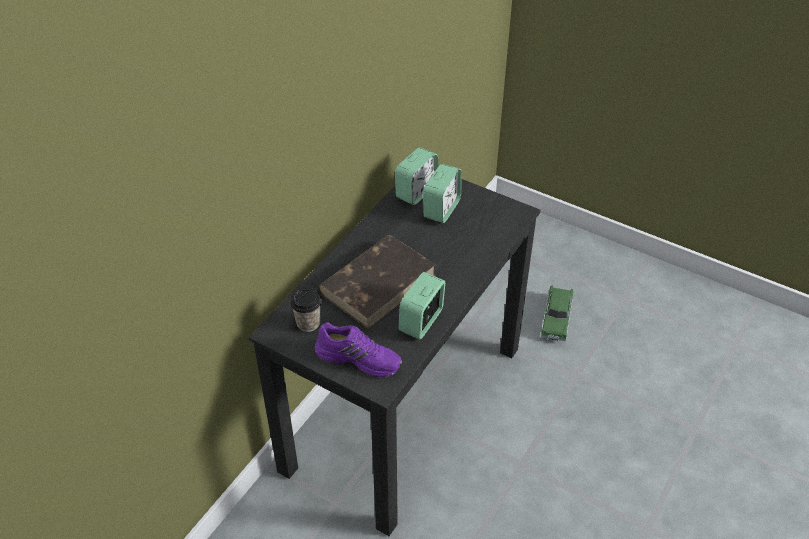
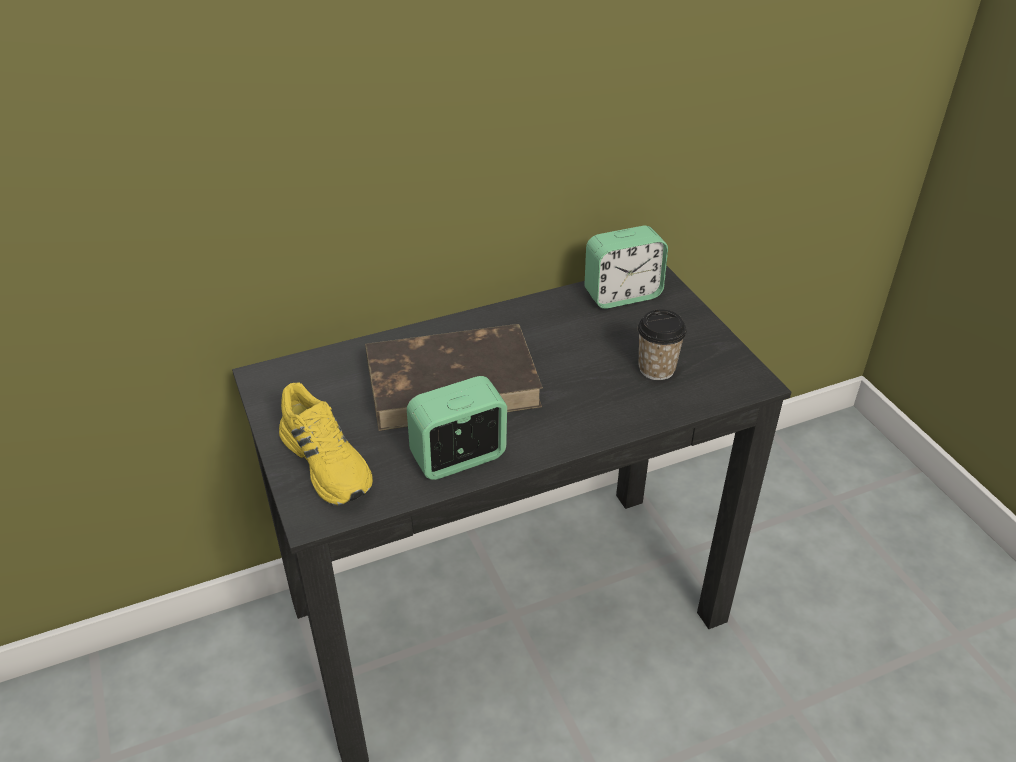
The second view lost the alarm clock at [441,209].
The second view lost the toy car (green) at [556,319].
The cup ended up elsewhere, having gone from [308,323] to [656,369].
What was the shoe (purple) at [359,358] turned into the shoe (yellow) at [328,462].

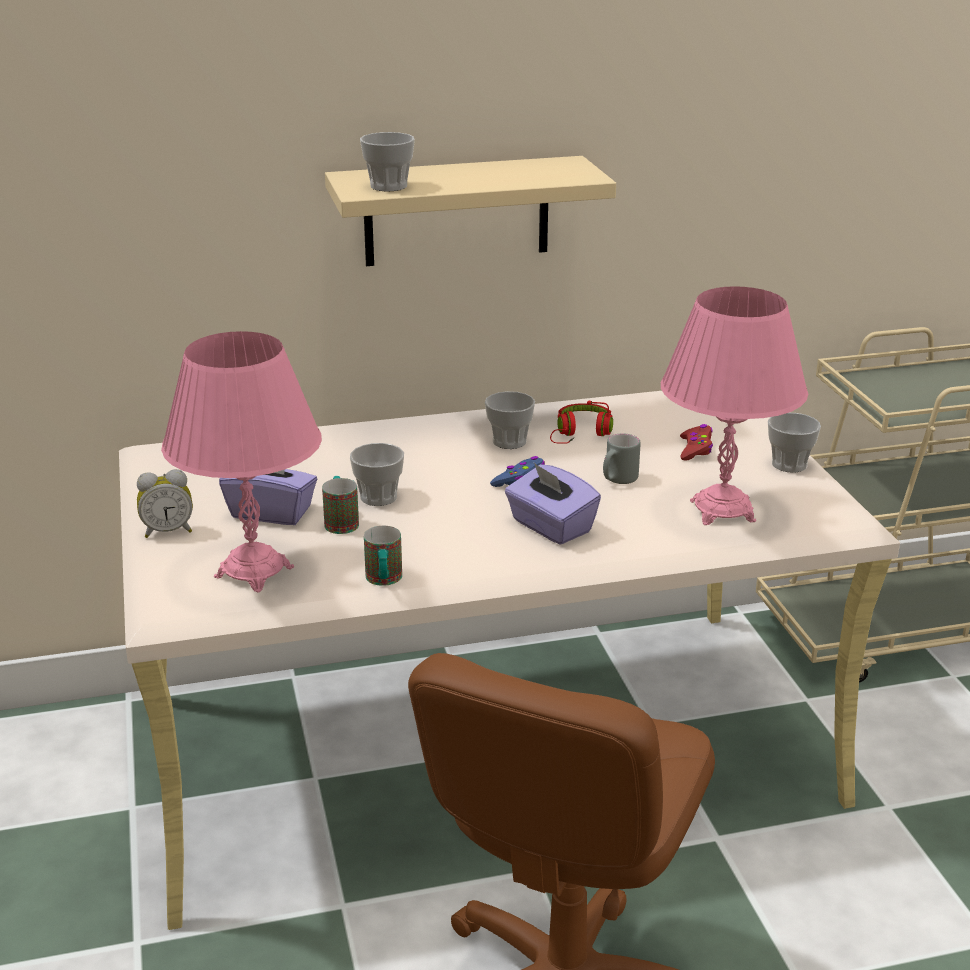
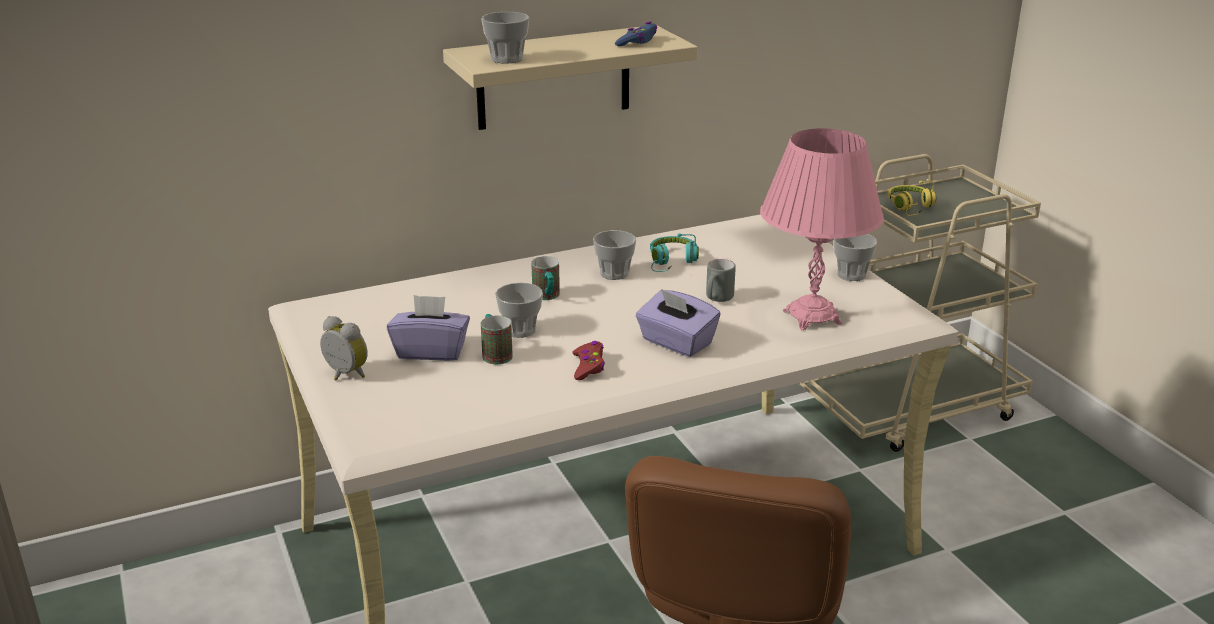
The second view lost the table lamp (pink) at [254,572].
The second view gained the headphones (yellow) at [911,207].
The mug ended up elsewhere, having gone from [384,581] to [547,297].
The game controller (blue) ended up elsewhere, having gone from [519,479] to [637,42].
The game controller (red) ended up elsewhere, having gone from [695,449] to [588,366].
What was the headphones (red) at [581,434] turned into the headphones (turquoise) at [672,262].
The alarm clock at [168,531] ended up facing another way, 120 degrees counterclockwise from before.

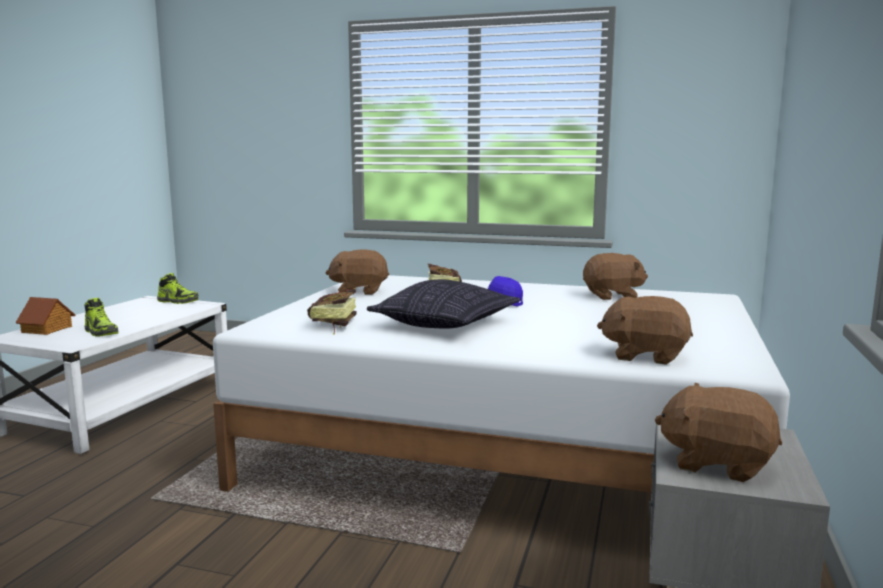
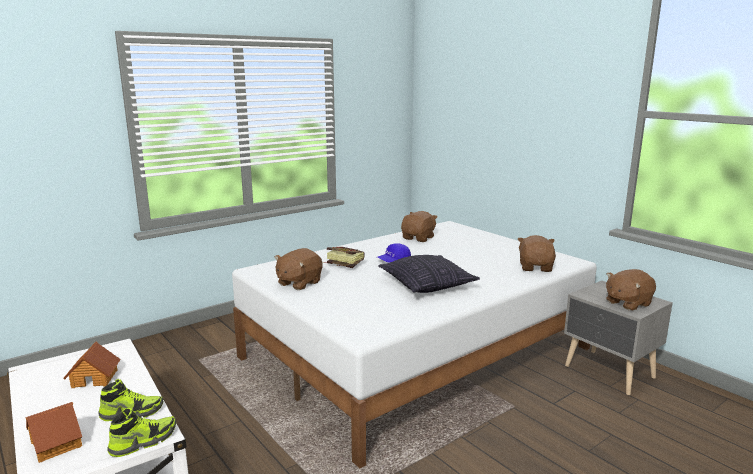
The second view lost the book at [332,326].
The second view gained the toy house at [95,378].
The shoe ended up elsewhere, having gone from [178,301] to [143,442].
The plush toy (brown) at [645,355] ended up facing another way, 135 degrees clockwise from before.

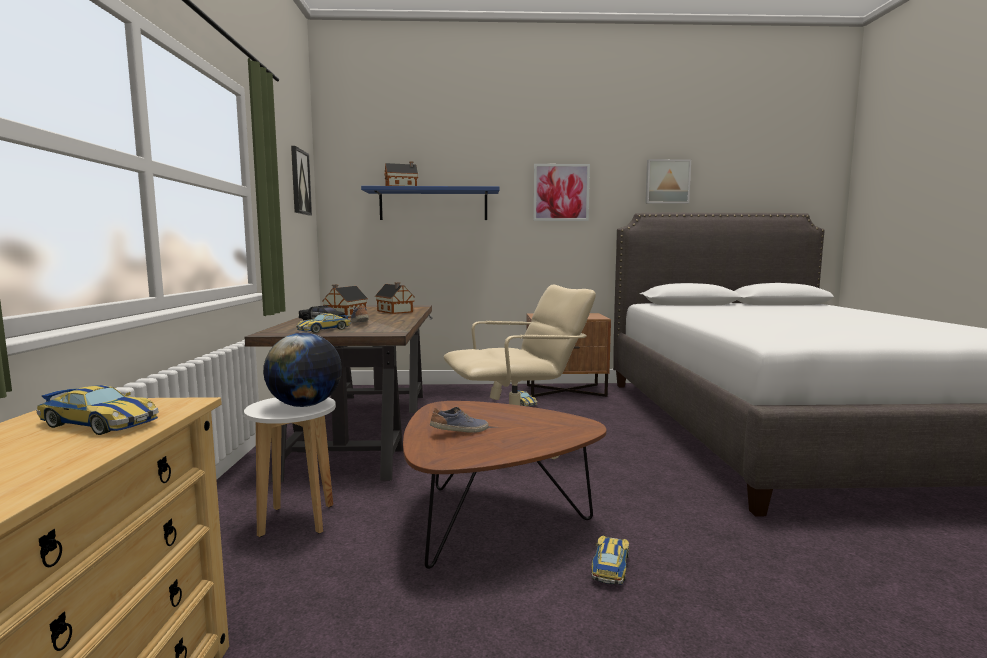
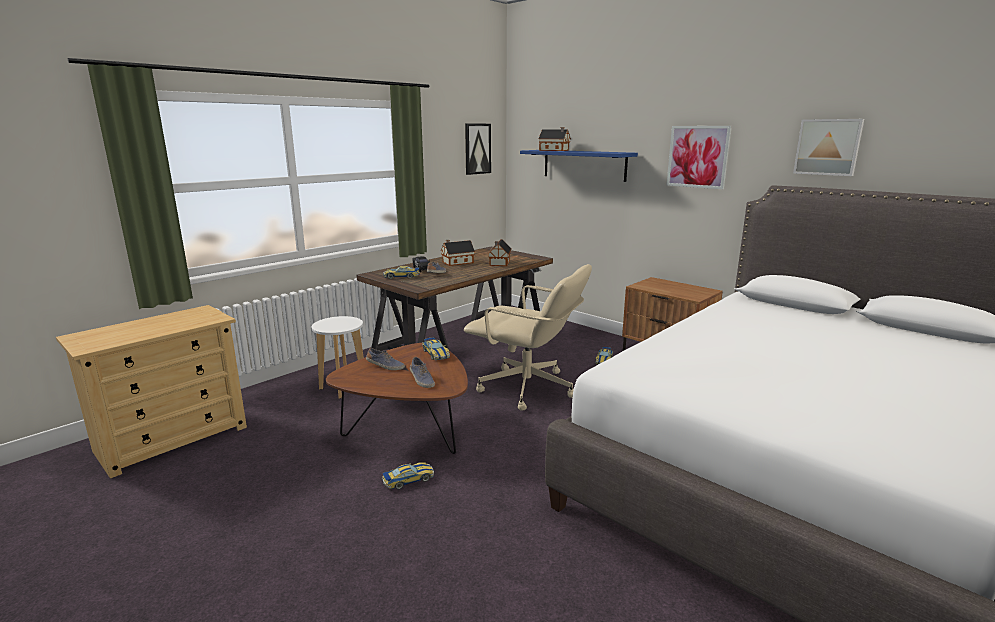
The second view lost the globe at [305,405].
The second view gained the shoe at [421,380].
The toy car ended up elsewhere, having gone from [99,423] to [435,353].

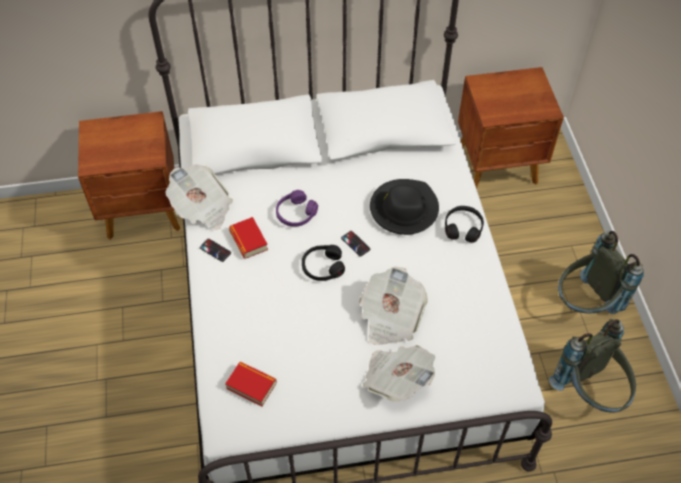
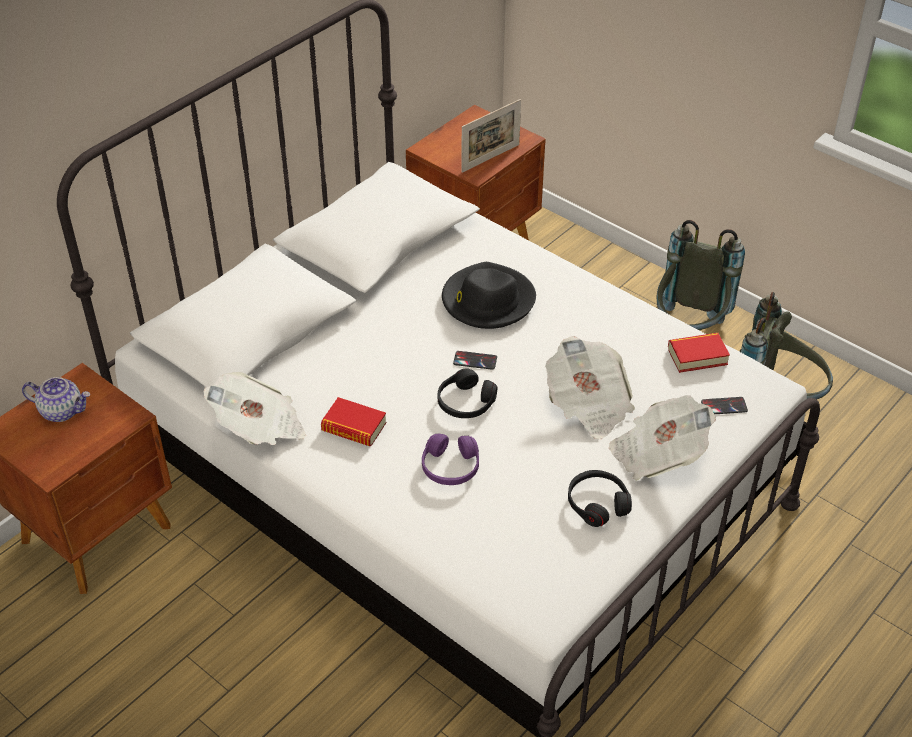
The second view gained the teapot at [62,411].
The second view gained the picture frame at [490,158].
The phone ended up elsewhere, having gone from [215,250] to [724,406].
The book ended up elsewhere, having gone from [251,386] to [697,356].
The headphones (purple) ended up elsewhere, having gone from [296,213] to [450,467].
The headphones (black) ended up elsewhere, having gone from [463,227] to [597,503].

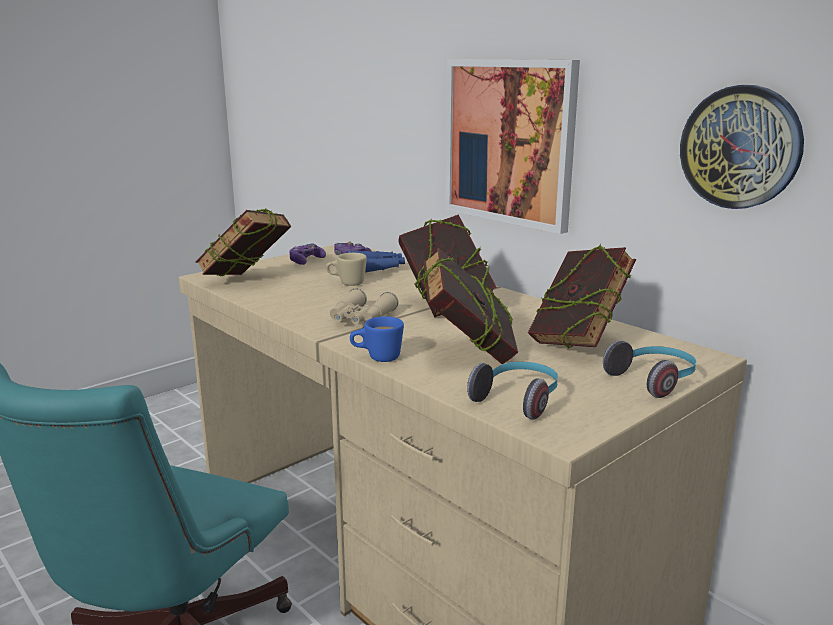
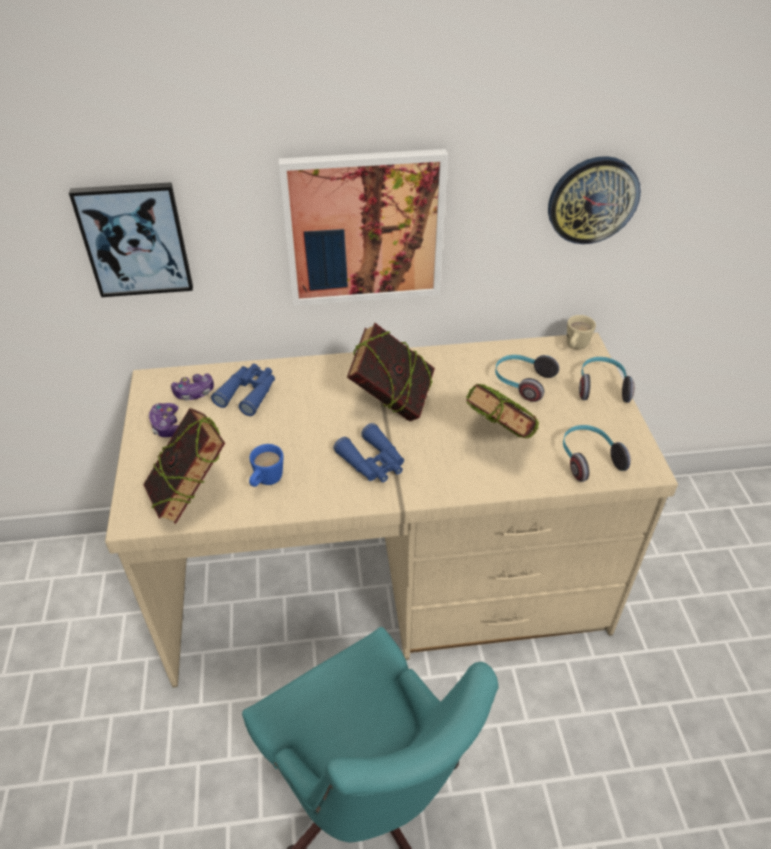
The second view gained the picture at [135,239].
The mug (beige) ended up elsewhere, having gone from [346,283] to [575,347].
The mug (blue) ended up elsewhere, having gone from [377,358] to [266,481].
Where the book stood at [577,344], the headphones came to stand at [522,382].
What was the binoculars (beige) at [360,319] turned into the binoculars (blue) at [373,463].

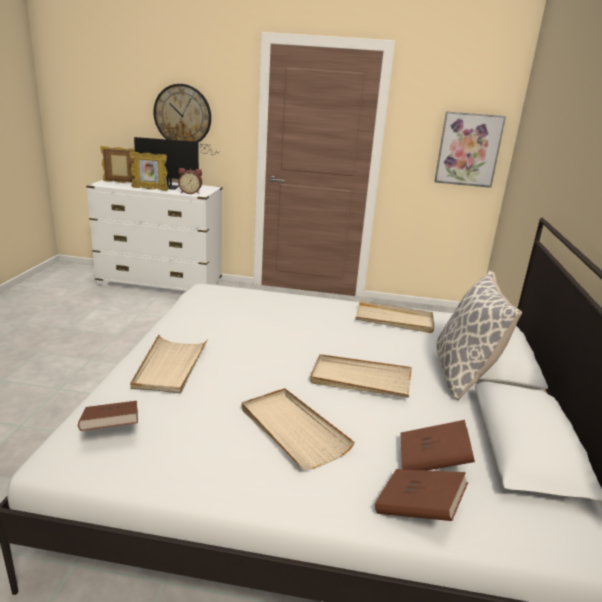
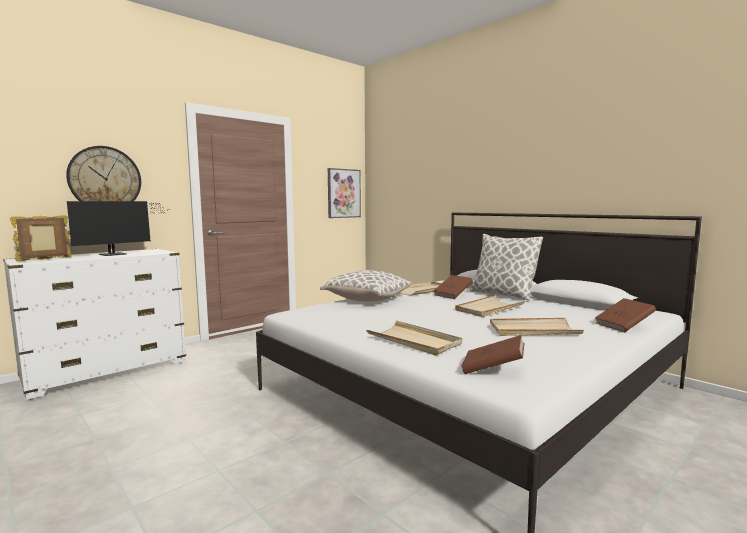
The second view lost the picture frame at [150,189].
The second view lost the alarm clock at [190,192].
The second view gained the pillow at [367,299].
The book (brown) ended up elsewhere, having gone from [432,462] to [453,295].

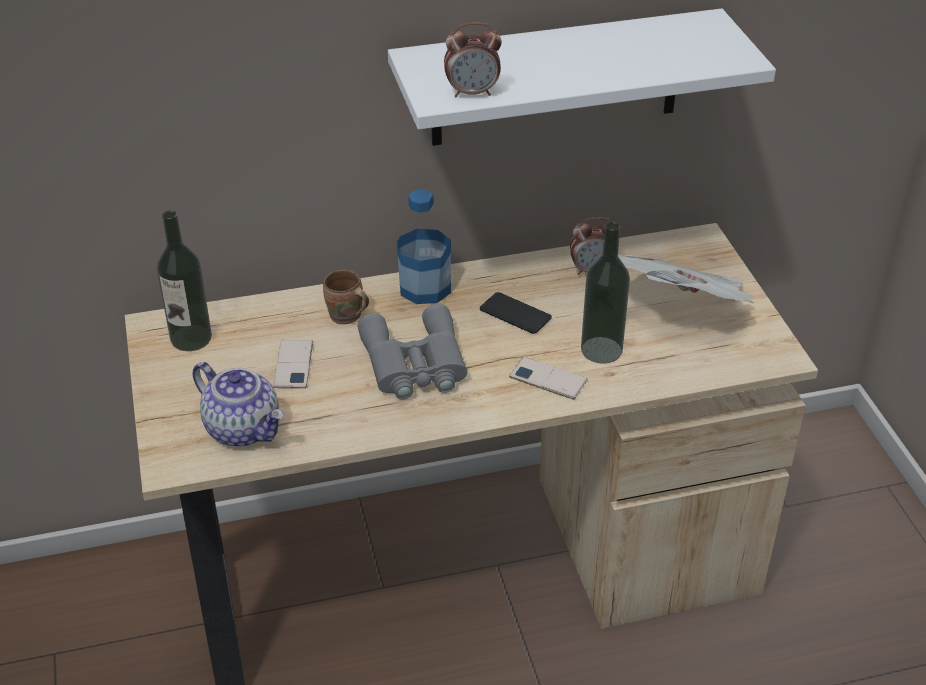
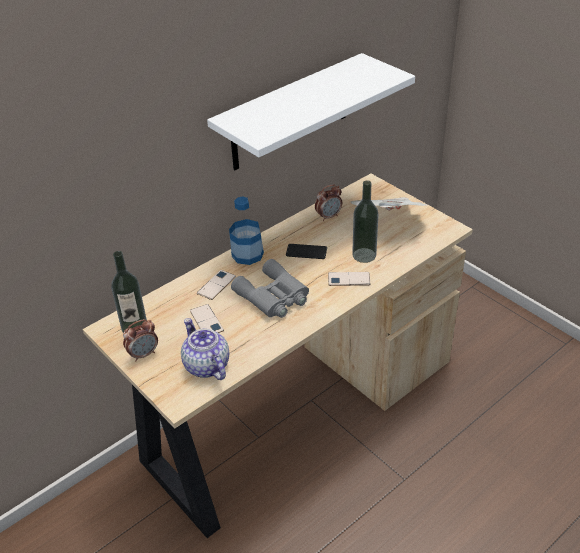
The alarm clock ended up elsewhere, having gone from [472,93] to [143,354].
Where the mug (brown) stood at [346,317], the phone came to stand at [216,285].
The teapot at [244,429] ended up facing another way, 135 degrees counterclockwise from before.

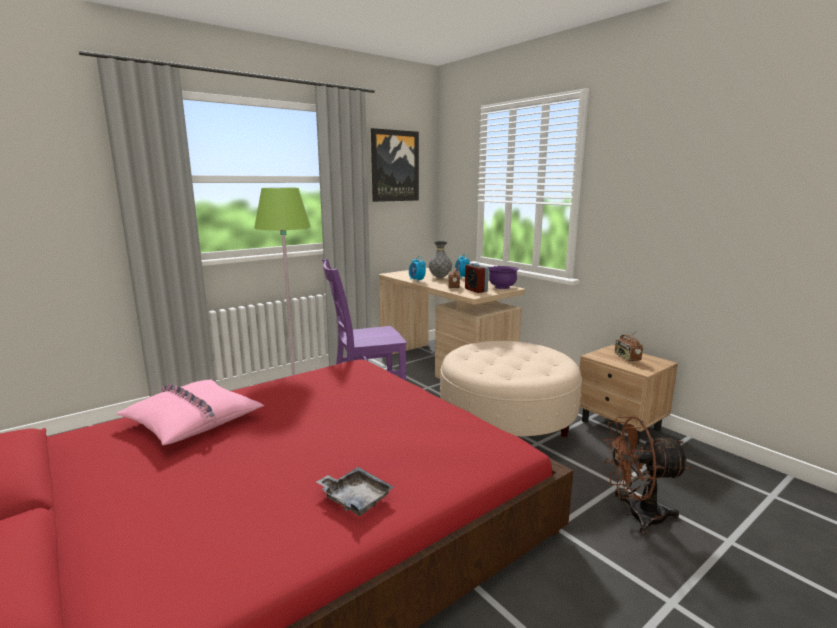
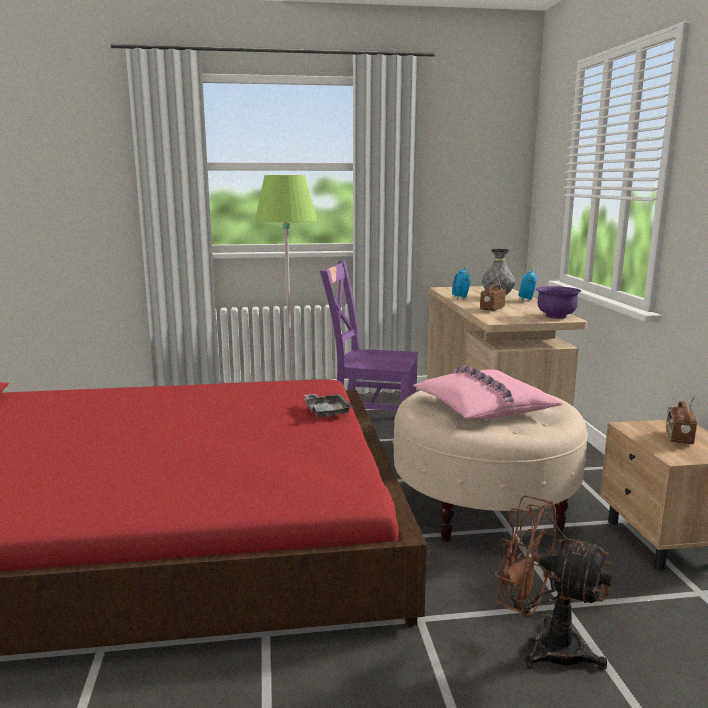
The second view lost the picture at [394,166].
The second view lost the alarm clock at [476,290].
The pillow (pink) ended up elsewhere, having gone from [192,421] to [482,407].
The tray (grey) ended up elsewhere, having gone from [355,498] to [326,411].

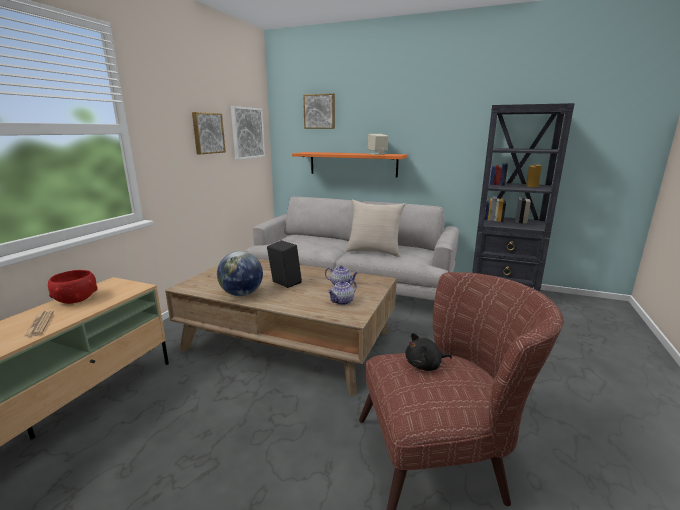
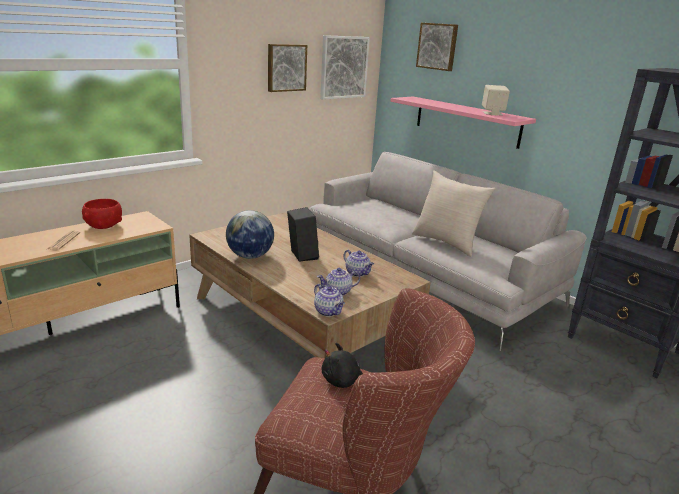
The second view gained the teapot at [329,312].
What was the shelf (orange) at [353,164] turned into the shelf (pink) at [466,121].

